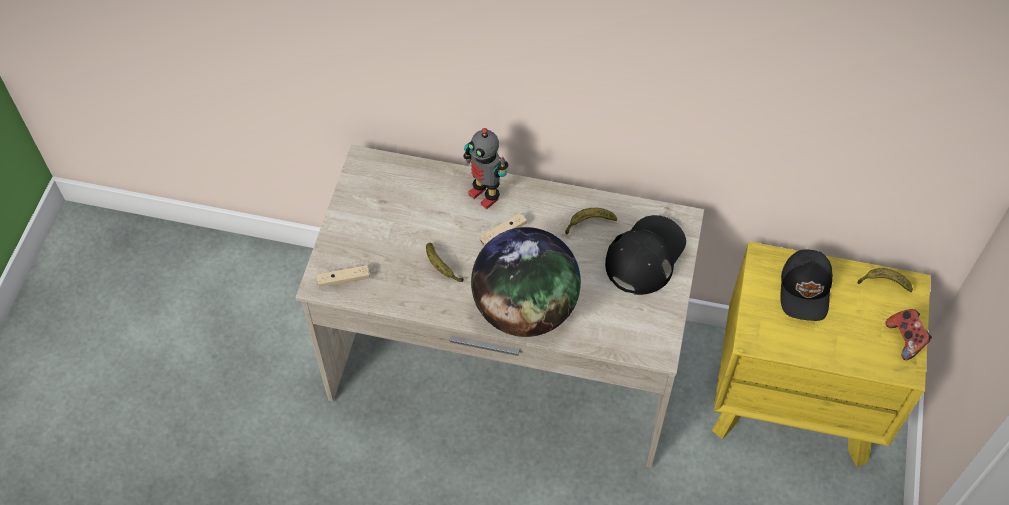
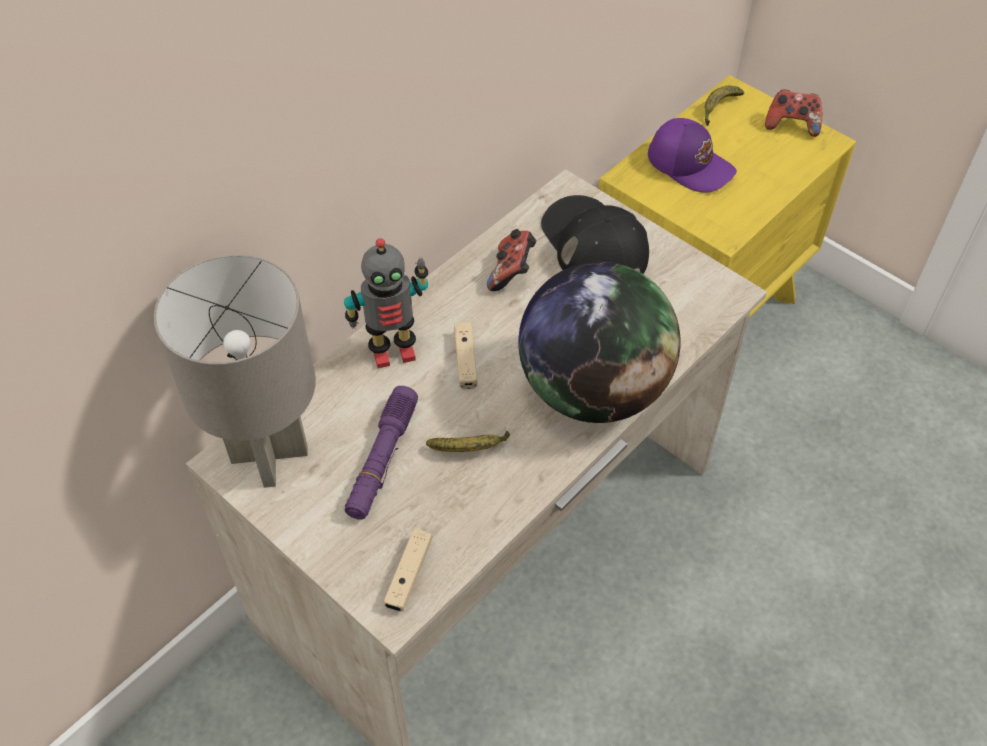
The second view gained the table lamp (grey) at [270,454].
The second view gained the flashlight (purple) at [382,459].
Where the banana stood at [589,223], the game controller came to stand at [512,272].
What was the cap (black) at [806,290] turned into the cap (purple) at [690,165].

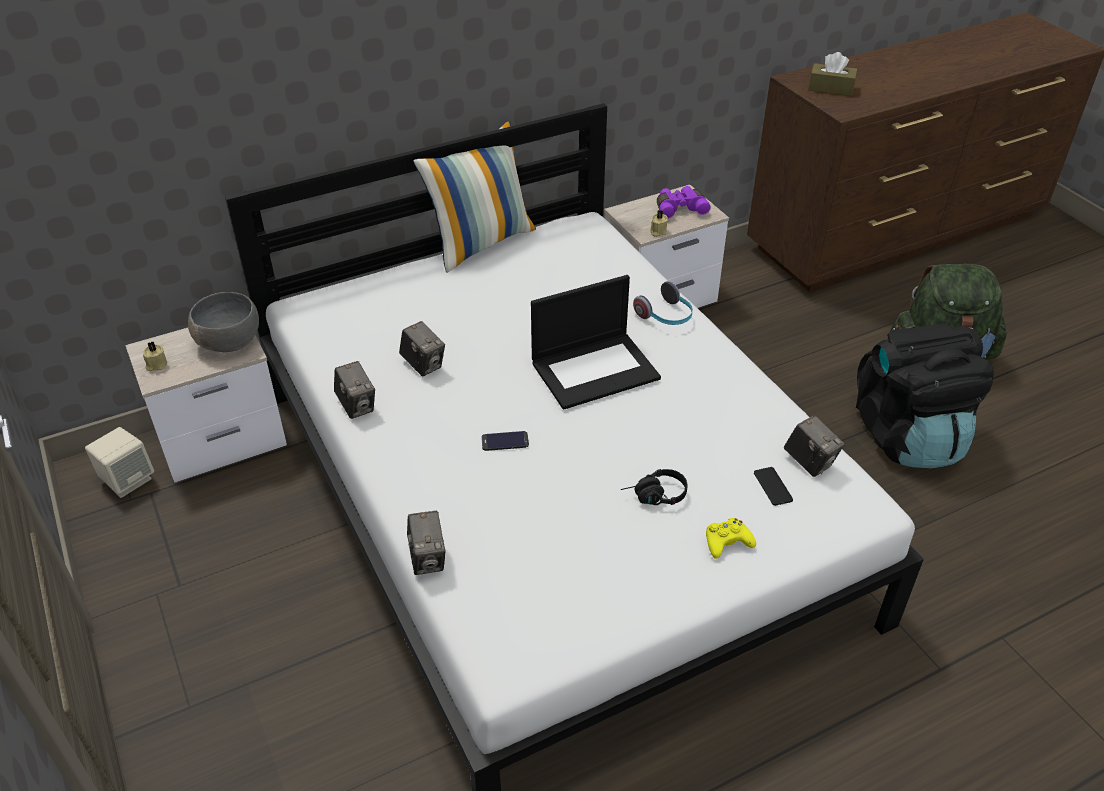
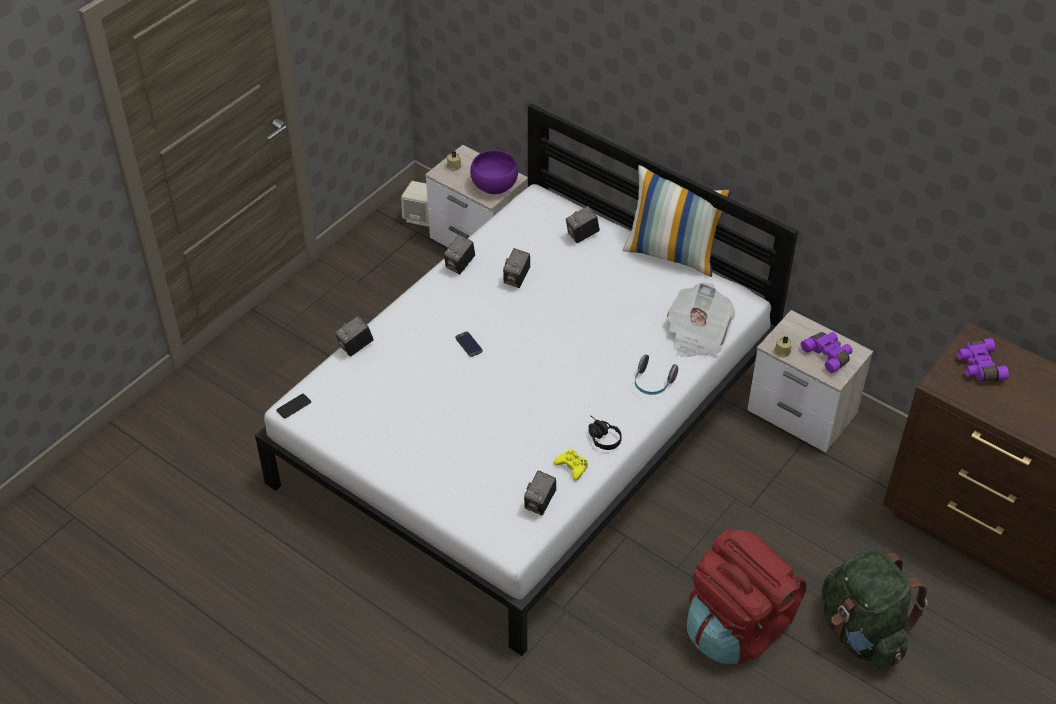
The second view lost the laptop at [595,369].
The second view gained the photo camera at [582,235].
The second view gained the newspaper at [697,334].
The headphones (black) ended up elsewhere, having gone from [654,496] to [600,436].
The game controller (yellow) ended up elsewhere, having gone from [727,542] to [572,467].
The phone ended up elsewhere, having gone from [772,486] to [294,406].
Where the tissue box (brown) stood at [831,88], the binoculars (purple) came to stand at [978,367].
What was the bowl (grey) at [229,342] turned into the bowl (purple) at [494,185].
What was the backpack (black) at [908,435] turned into the backpack (red) at [737,627].

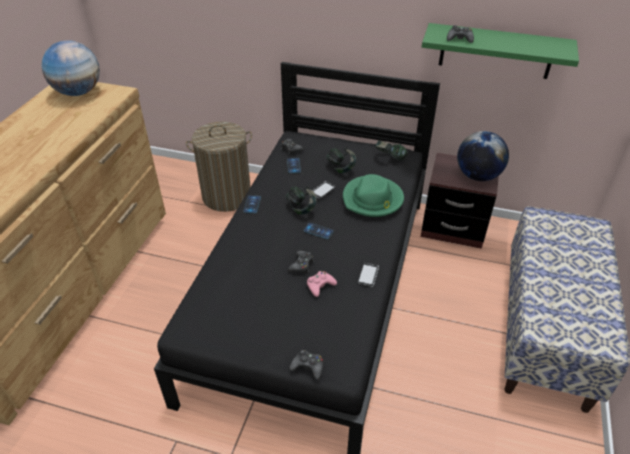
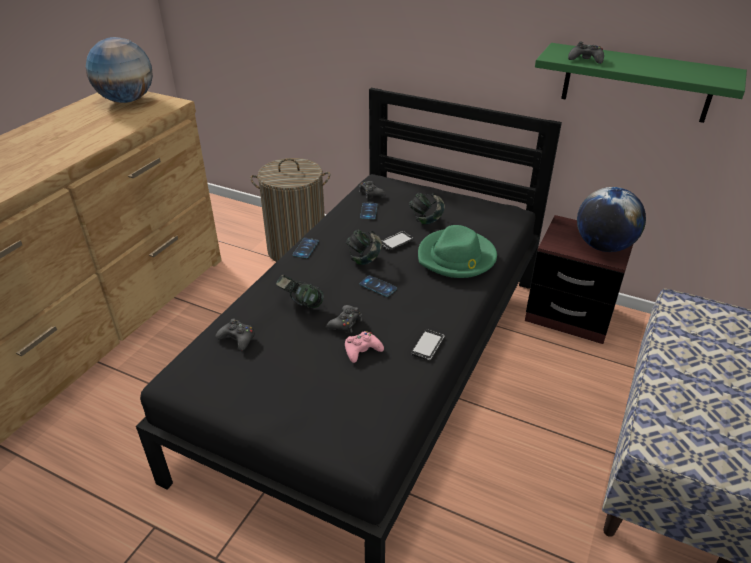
The game controller (black) ended up elsewhere, having gone from [308,367] to [237,338].
The headphones ended up elsewhere, having gone from [390,158] to [300,303].

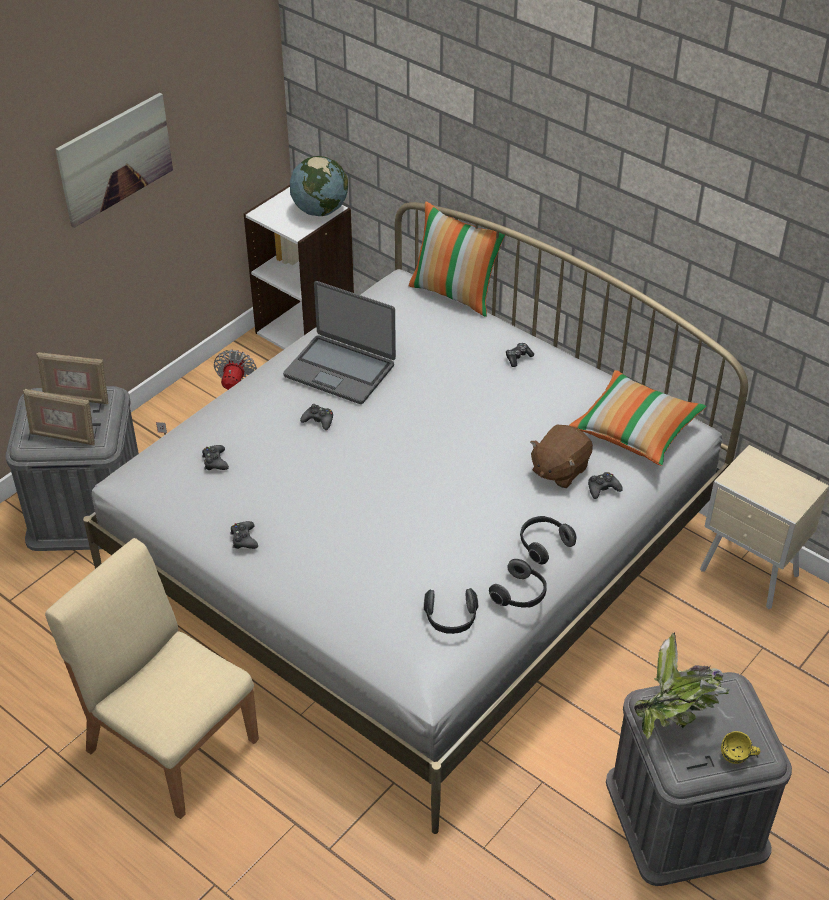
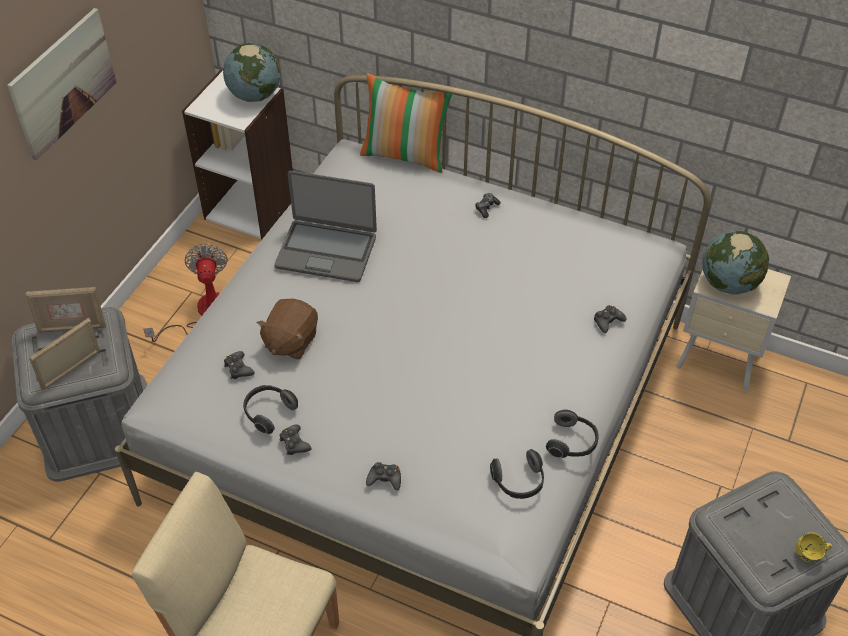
The second view lost the pillow at [636,430].
The second view lost the potted plant at [676,713].
The second view gained the globe at [728,284].
The game controller (black) ended up elsewhere, having gone from [318,420] to [384,479].
The headphones ended up elsewhere, having gone from [543,545] to [268,413].
The plush toy (brown) ended up elsewhere, having gone from [559,470] to [290,341].
The picture frame at [63,437] ended up facing another way, 135 degrees clockwise from before.

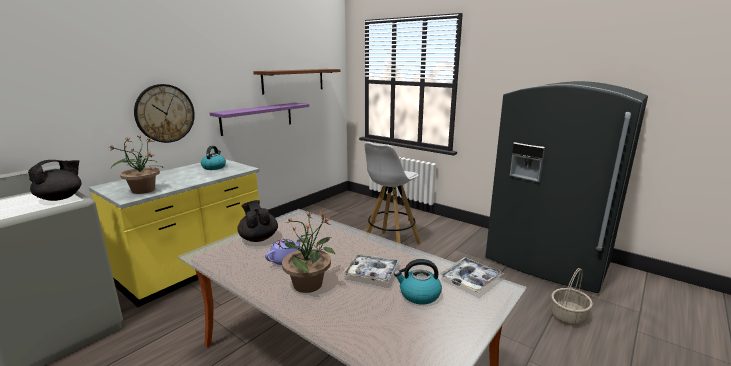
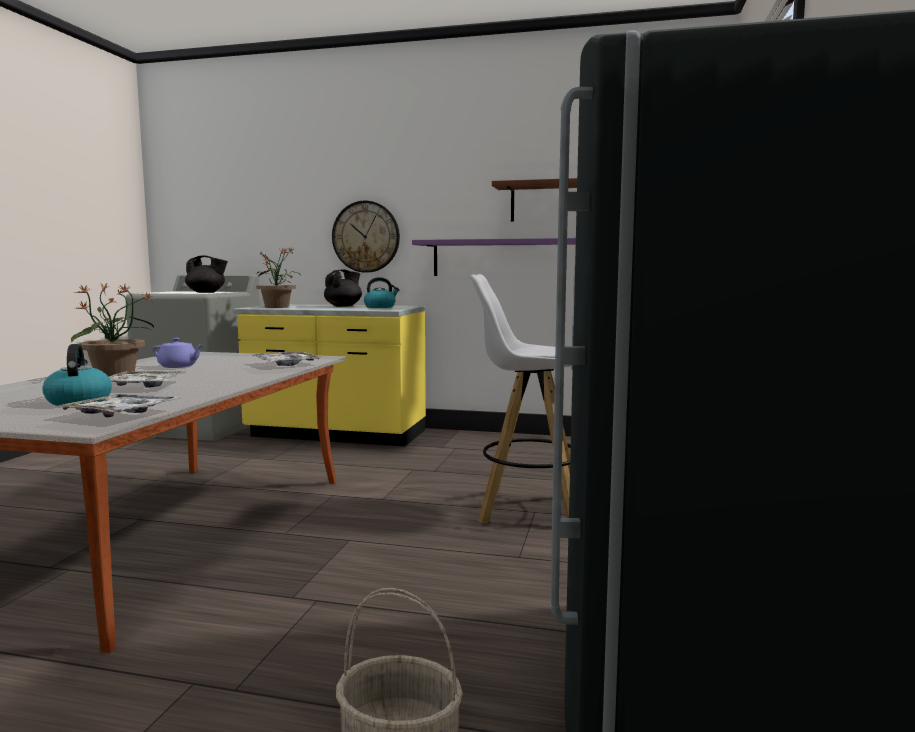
The second view gained the tray at [287,364].
The teapot (black) ended up elsewhere, having gone from [258,238] to [343,306].

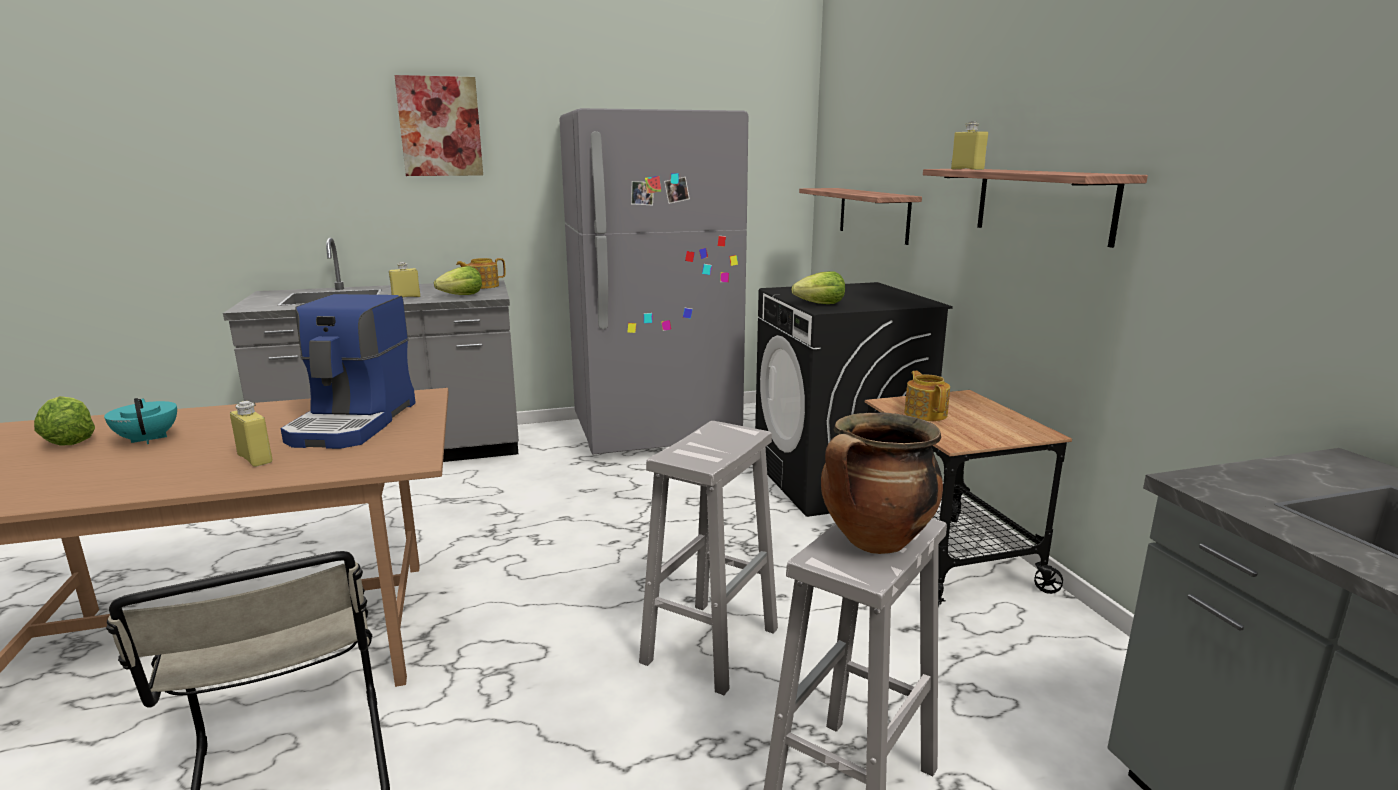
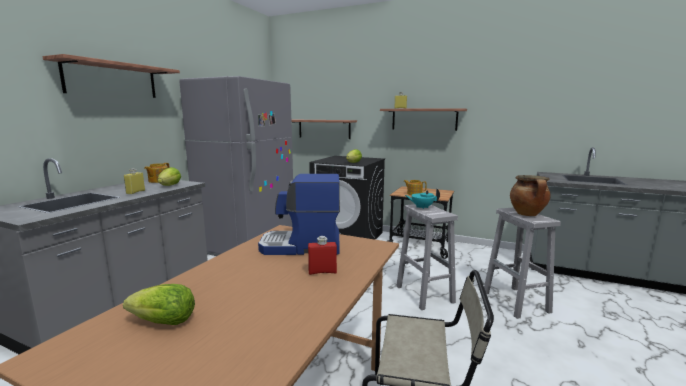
The teapot (turquoise) ended up elsewhere, having gone from [148,439] to [422,207].
Where the picture hung at [440,126], the shelf came to hang at [112,80].
What was the bottle (yellow) at [255,459] turned into the bottle (red) at [322,272].
The coffee machine at [354,423] ended up facing another way, 135 degrees clockwise from before.

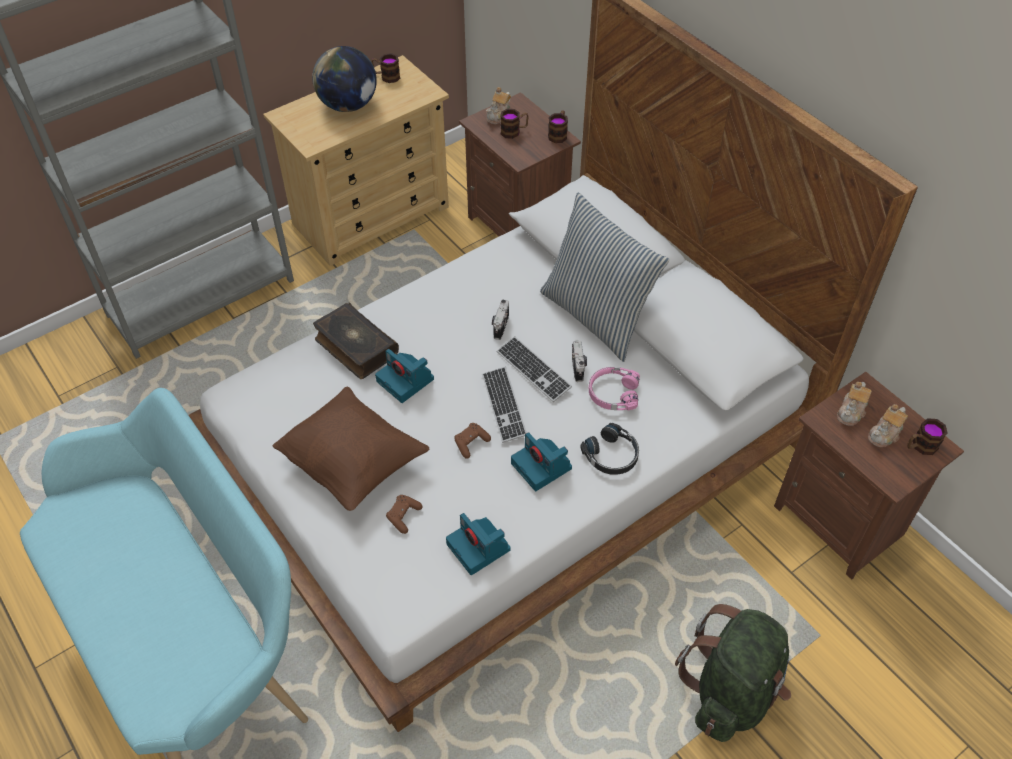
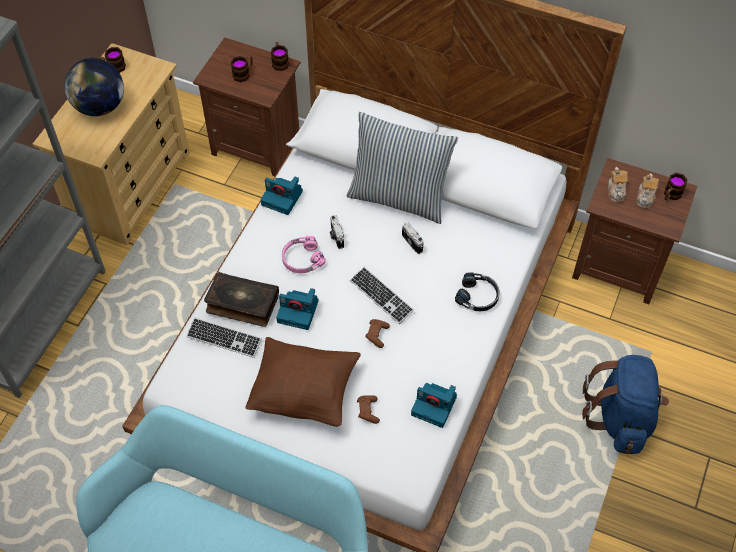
The second view lost the teapot at [499,116].
The keyboard ended up elsewhere, having gone from [533,370] to [224,338].
The photo camera ended up elsewhere, having gone from [542,466] to [283,198].
The headphones (pink) ended up elsewhere, having gone from [613,393] to [302,259].
What was the backpack (green) at [731,691] turned into the backpack (blue) at [620,417].

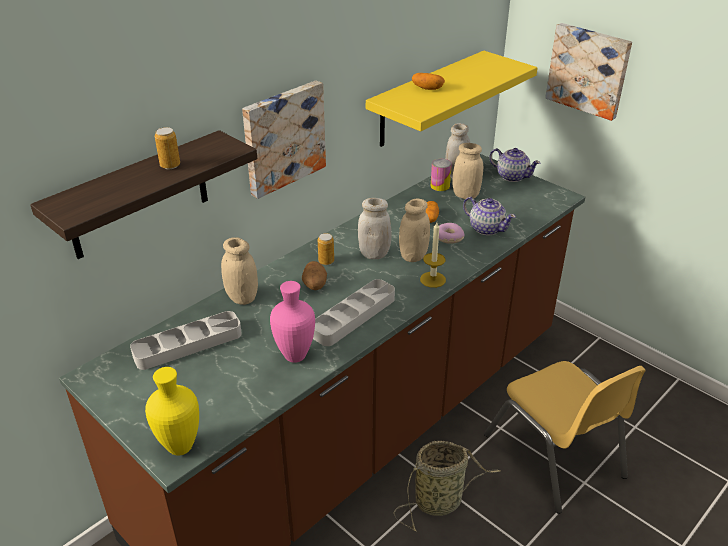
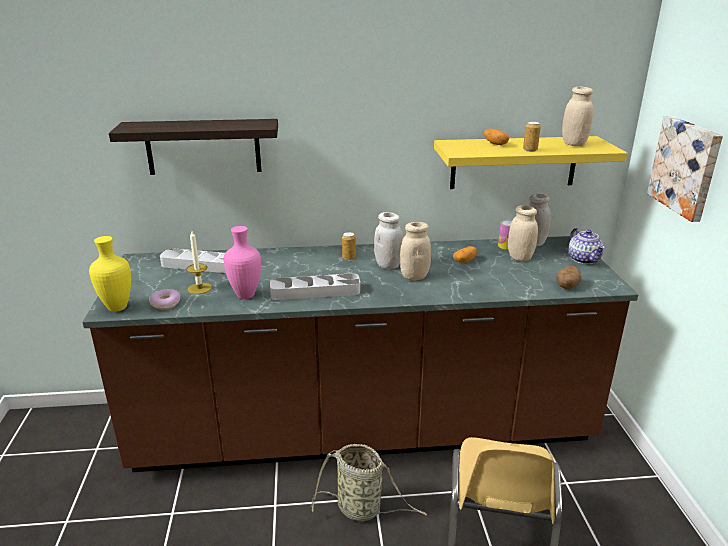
The second view lost the picture at [283,137].
The second view lost the teapot at [486,228].
The can ended up elsewhere, having gone from [170,165] to [530,150].
The jar (beige) ended up elsewhere, having gone from [242,298] to [573,144].
The potato ended up elsewhere, having gone from [314,285] to [566,286].
The candle ended up elsewhere, having gone from [432,279] to [199,288].
The donut ended up elsewhere, having gone from [448,237] to [165,303].

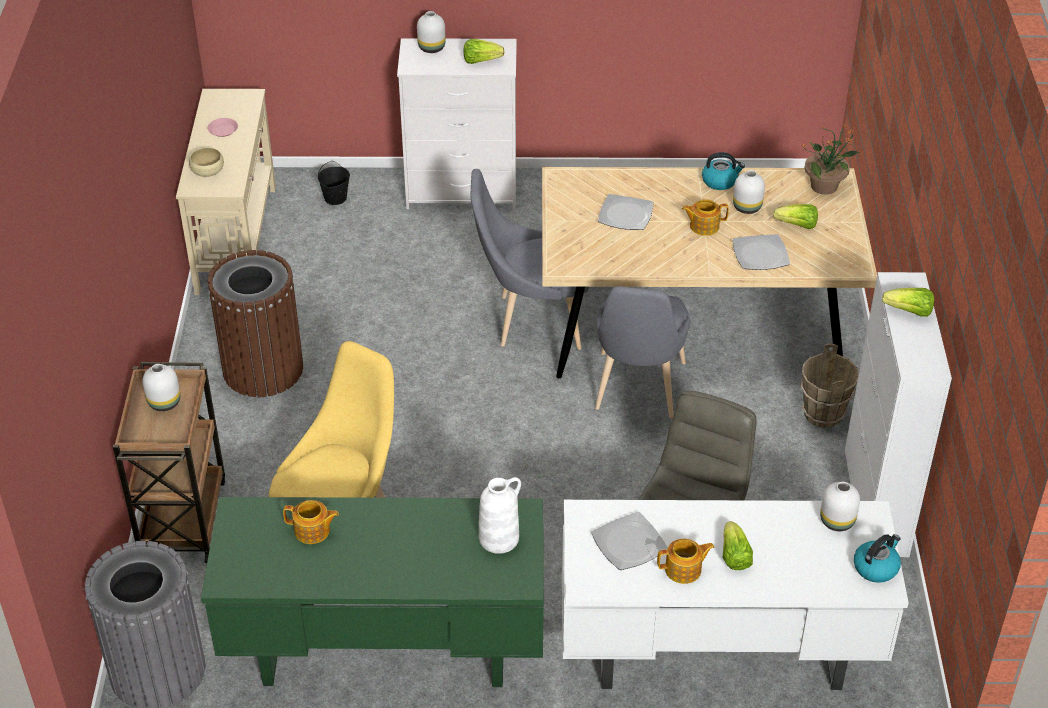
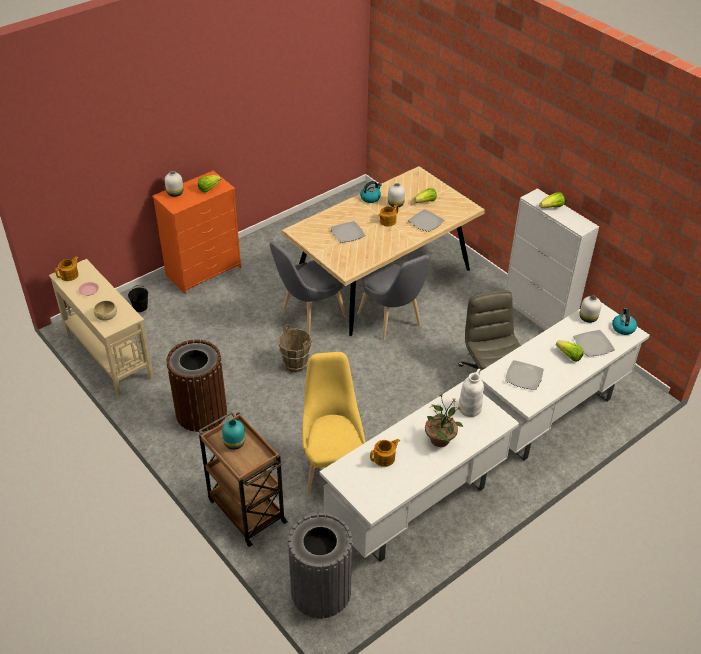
The second view gained the plate at [593,344].
The teapot ended up elsewhere, having gone from [684,570] to [70,275].
The potted plant ended up elsewhere, having gone from [825,186] to [440,439].
The bucket (brown) ended up elsewhere, having gone from [822,414] to [295,364].
What was the vase (white) at [165,402] turned into the vase (turquoise) at [235,443].
What was the desk (green) at [384,651] turned into the desk (white) at [416,507].
What was the dresser (white) at [463,190] turned into the dresser (orange) at [204,271].

